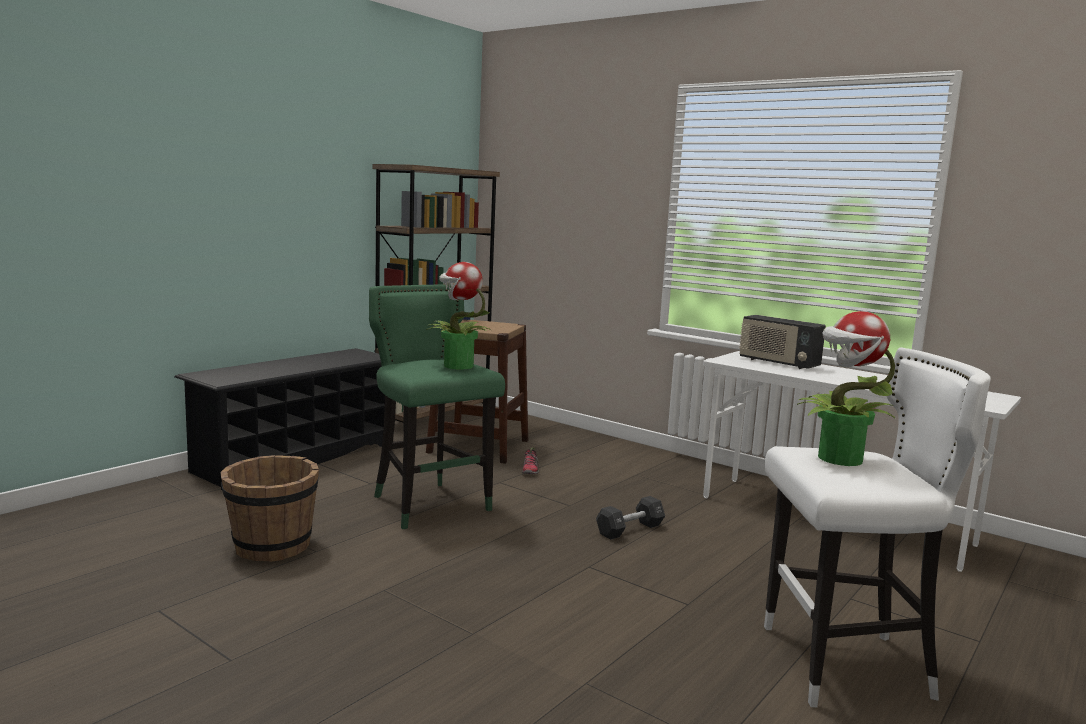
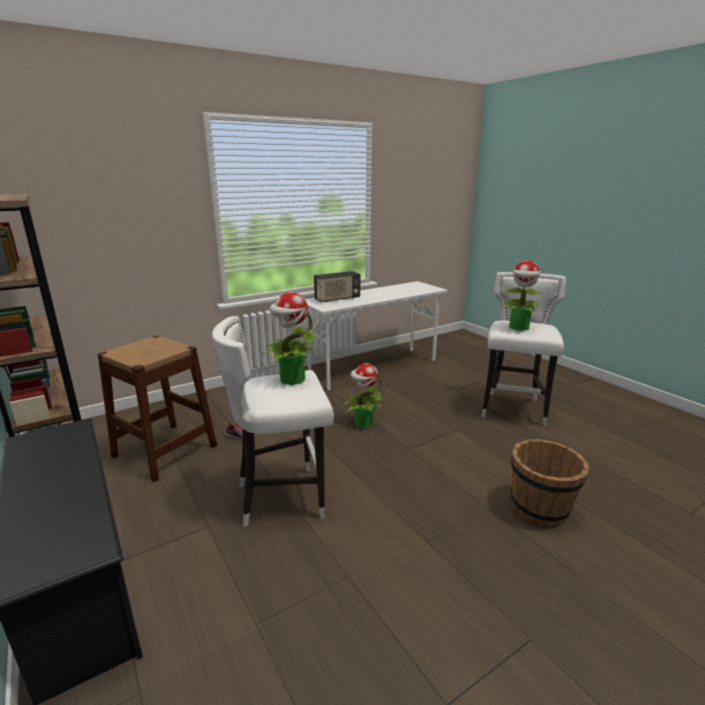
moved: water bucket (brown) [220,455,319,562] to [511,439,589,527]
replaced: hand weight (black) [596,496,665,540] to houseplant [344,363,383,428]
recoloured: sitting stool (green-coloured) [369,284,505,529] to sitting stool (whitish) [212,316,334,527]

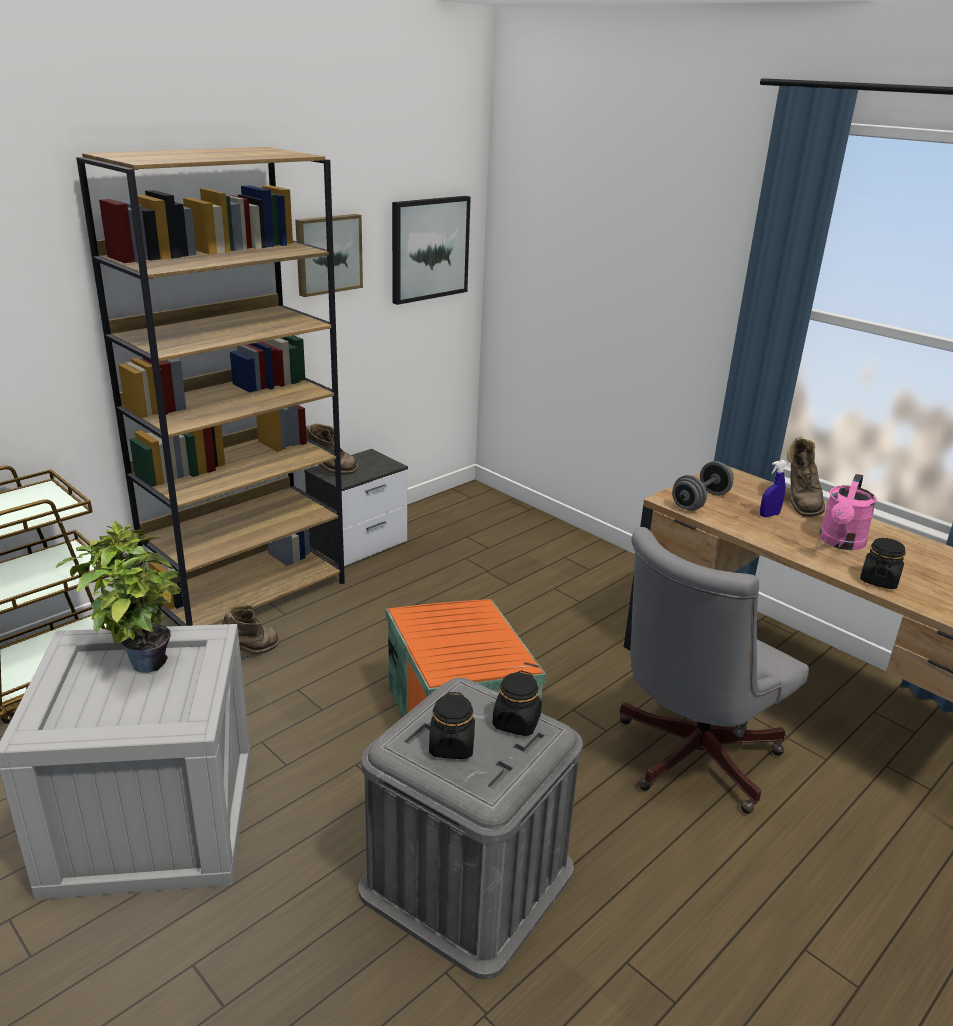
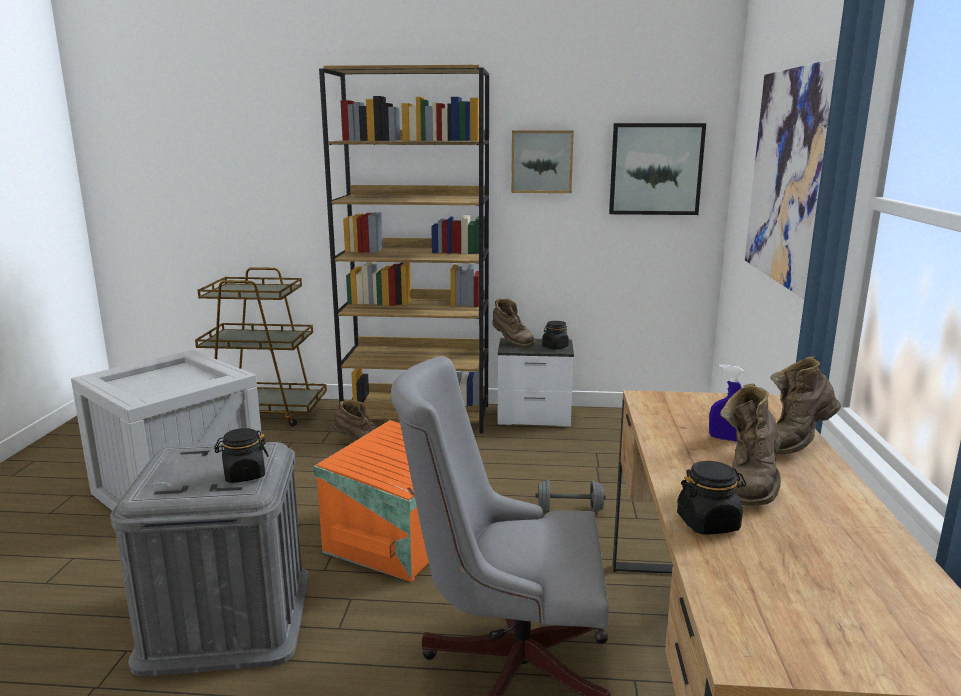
removed: houseplant [56,521,181,673]
added: wall picture [745,58,836,299]
moved: storage jar (black) [429,692,475,759] to [542,321,569,349]; hand weight (gray) [672,461,734,511] to [536,479,606,513]
replaced: watering pot (pinkish) [819,474,877,550] to high-top boot (brown) [720,383,782,506]

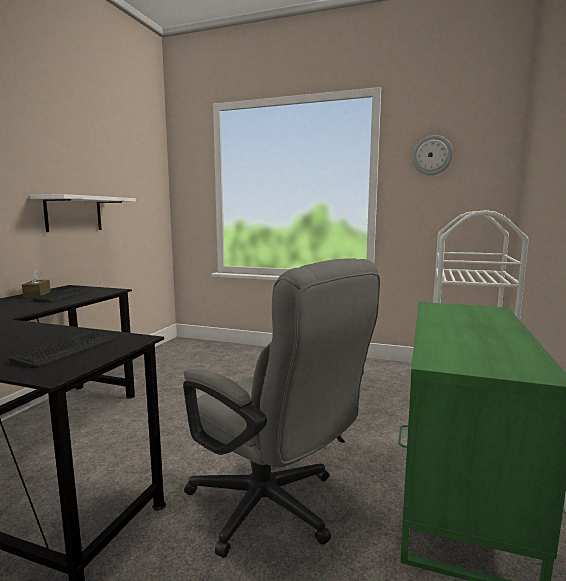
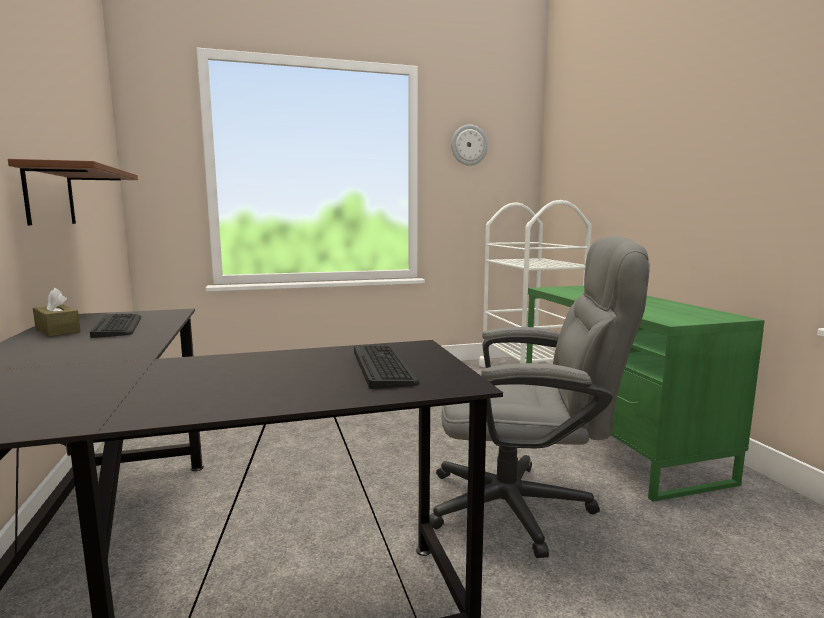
recoloured: bracket shelf (whitish) [30,194,136,232] to bracket shelf (brown) [8,159,138,225]

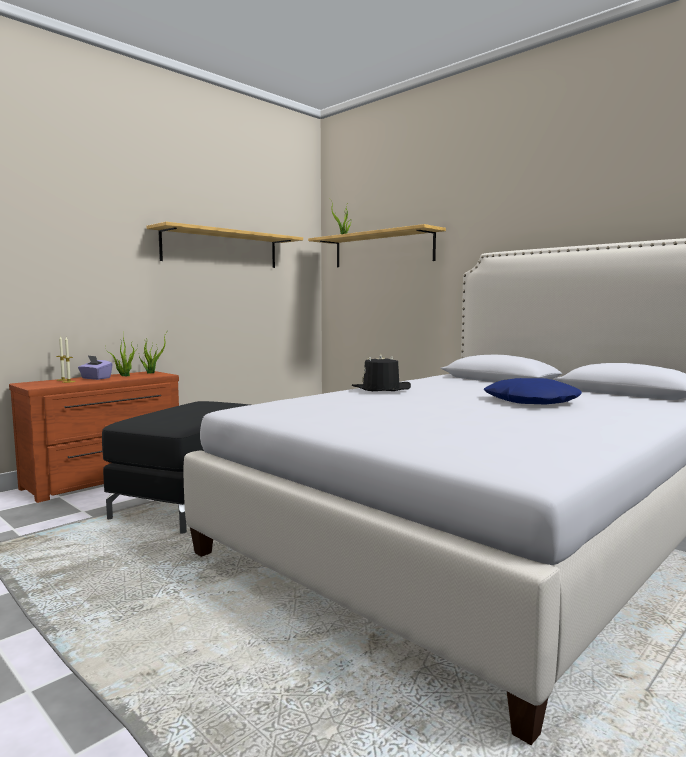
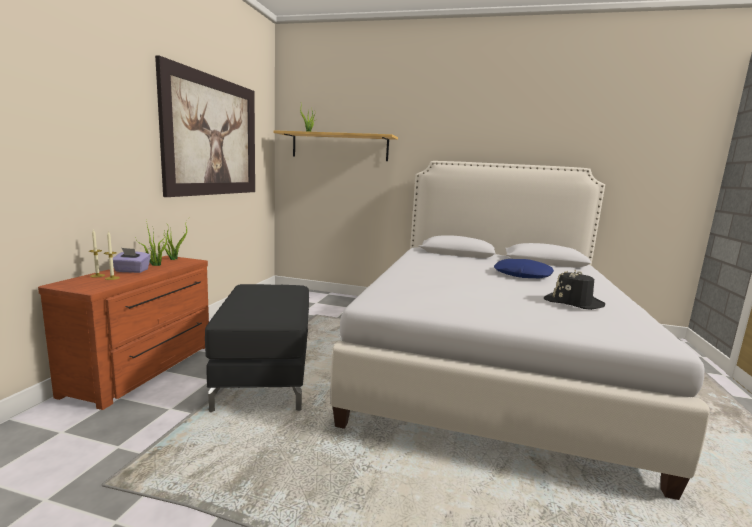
moved: clothing hat (black) [352,353,411,391] to [544,269,605,310]
replaced: bracket shelf [147,222,303,268] to wall picture [155,55,255,197]

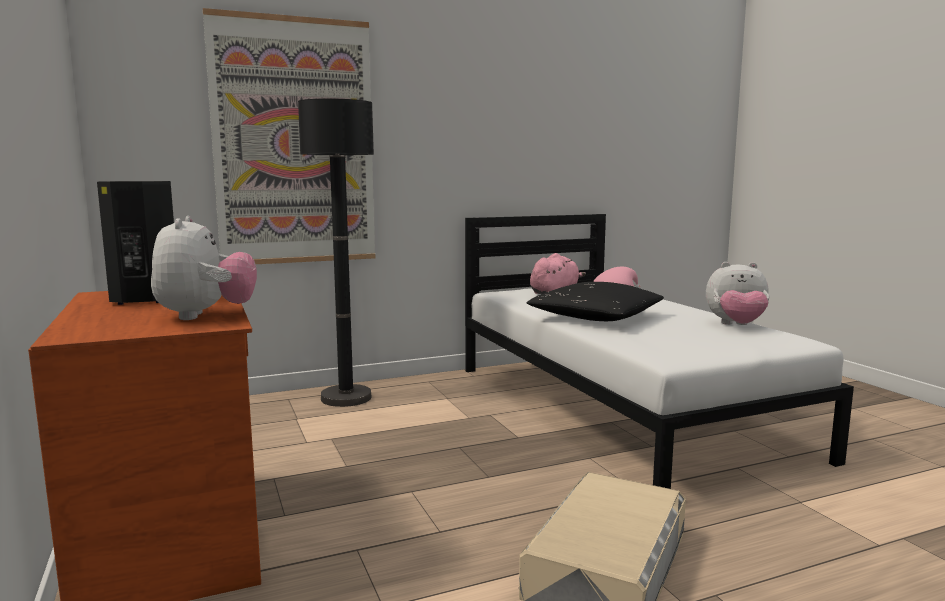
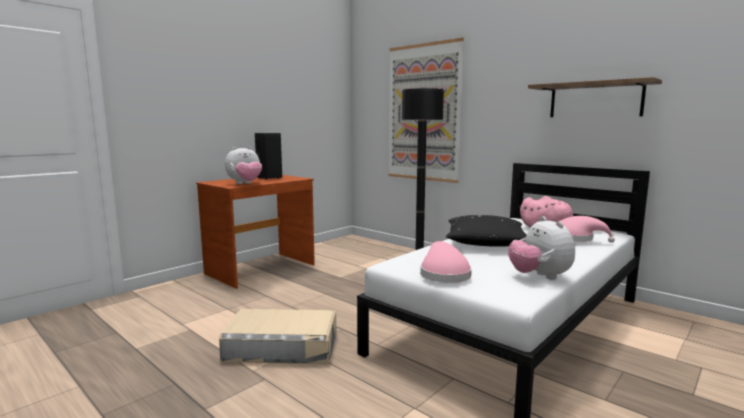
added: clothing hat (pinkish) [420,241,472,283]; bracket shelf [528,77,662,117]

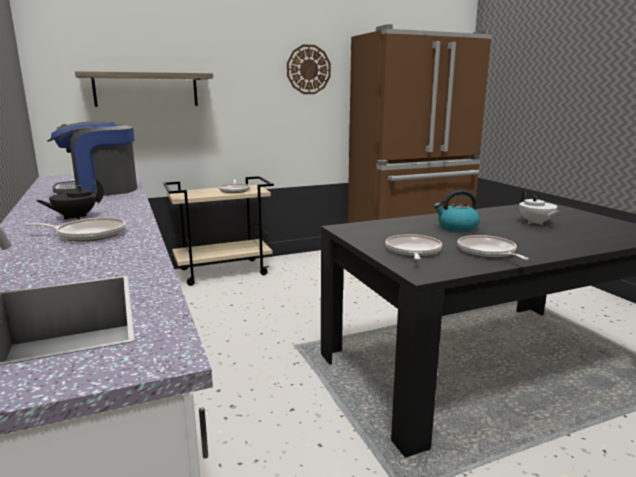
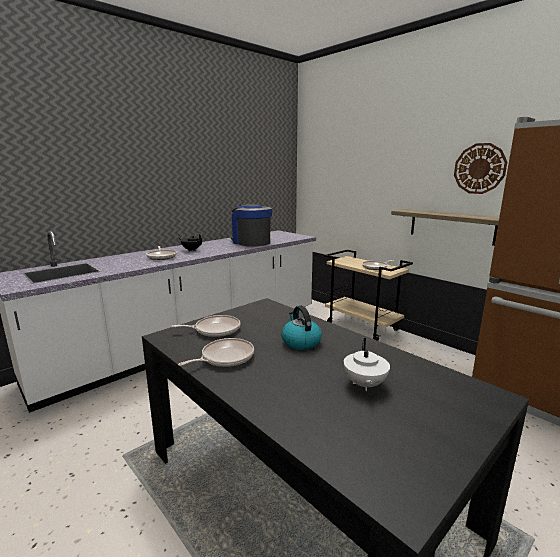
moved: bracket shelf [75,71,213,107] to [391,209,499,246]
turned: tea pot (whitish) [519,189,559,225] = [344,338,390,391] 45 degrees counterclockwise

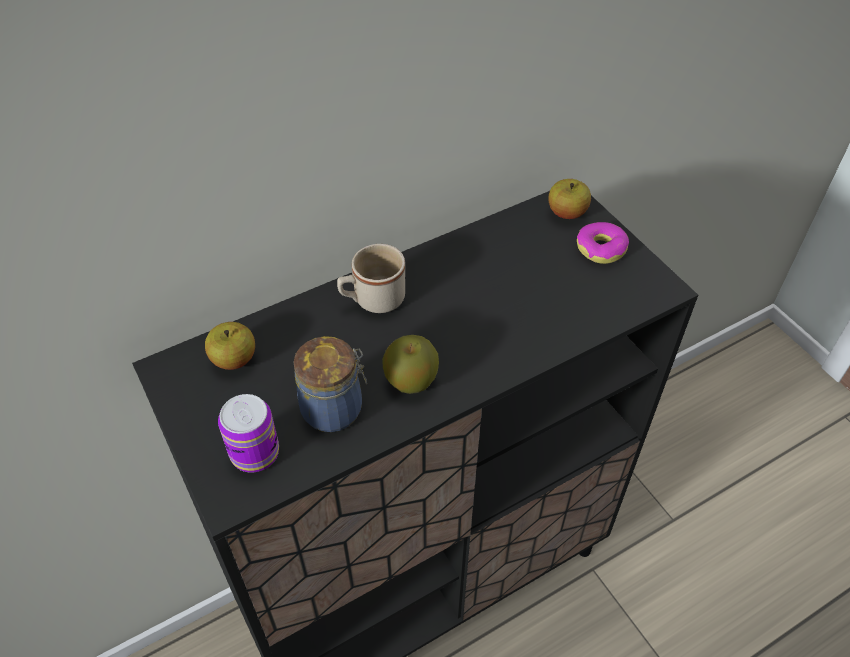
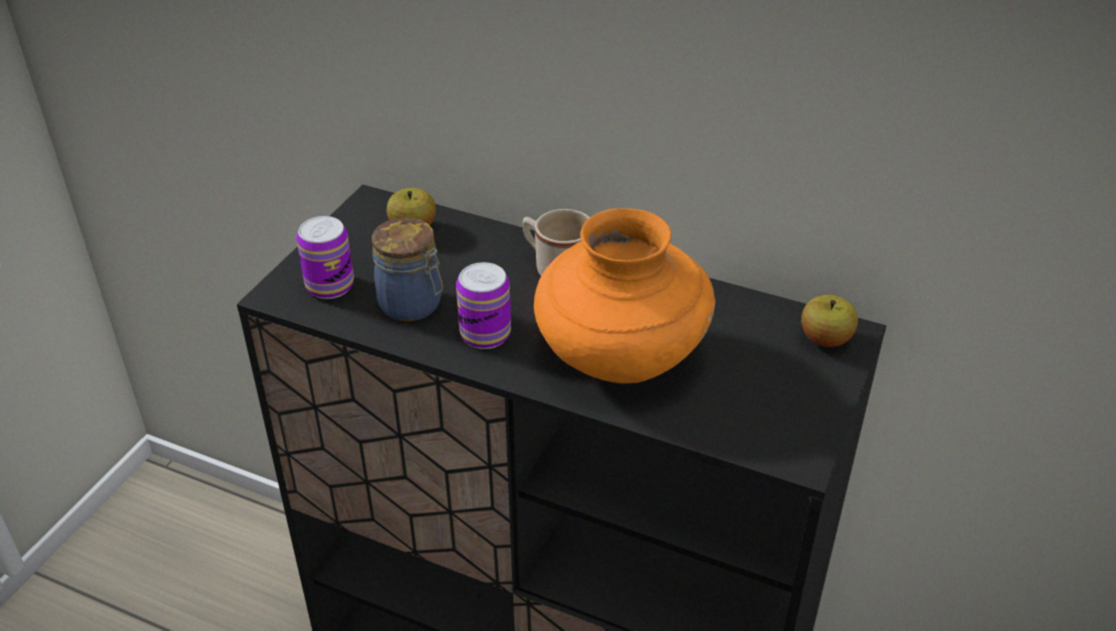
removed: donut [577,222,629,264]
added: decorative vase (orange) [534,208,715,384]
replaced: whole apple [382,335,439,394] to can [456,262,511,349]

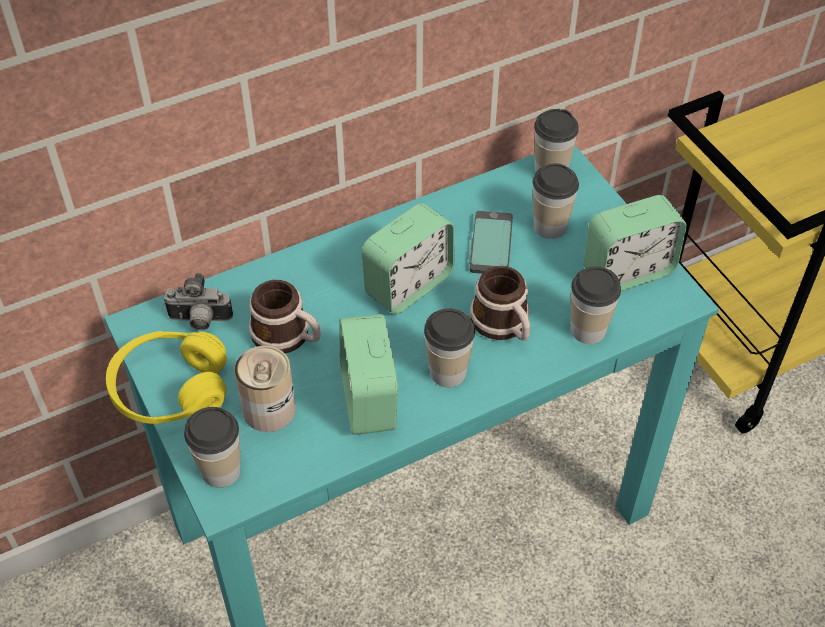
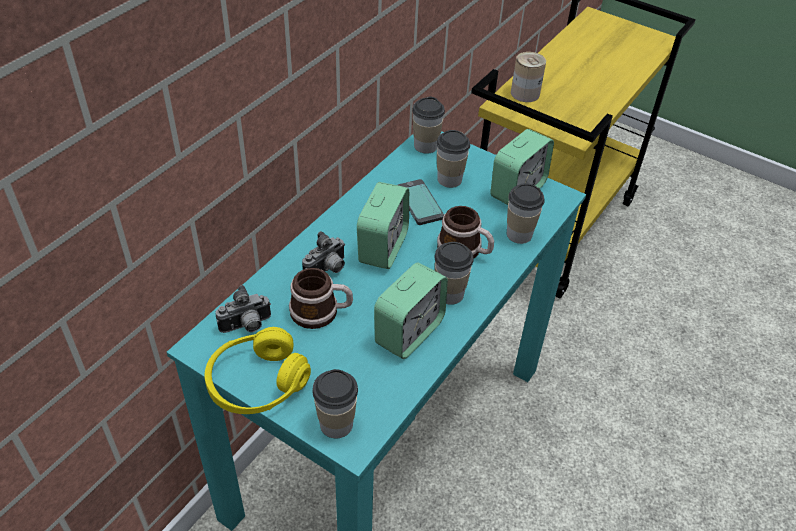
added: photo camera [302,231,345,273]
moved: can [234,346,296,432] to [511,52,546,102]
turned: bedside clock [339,314,398,435] = [374,263,448,359] 105 degrees counterclockwise

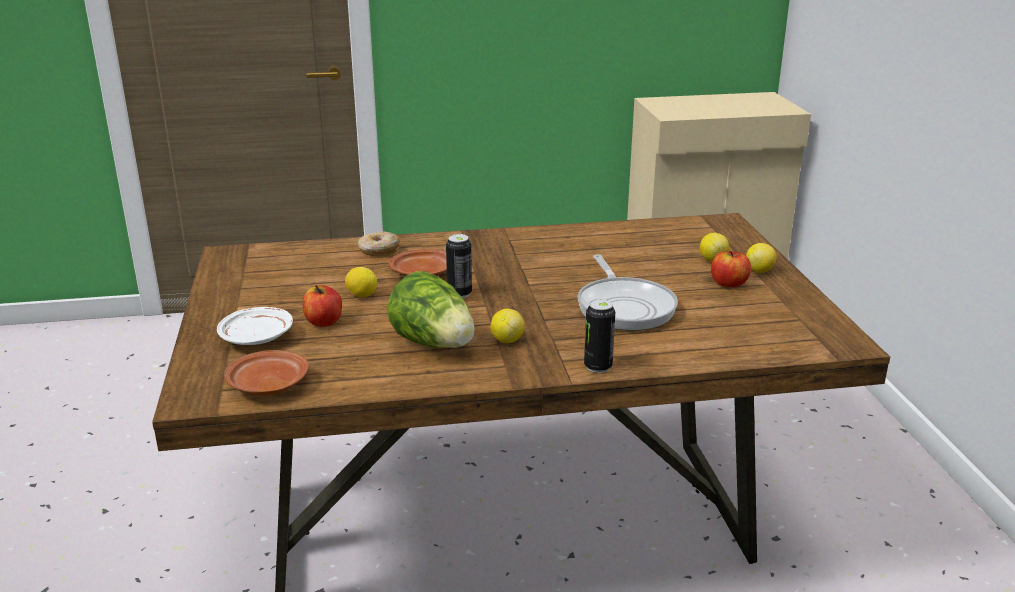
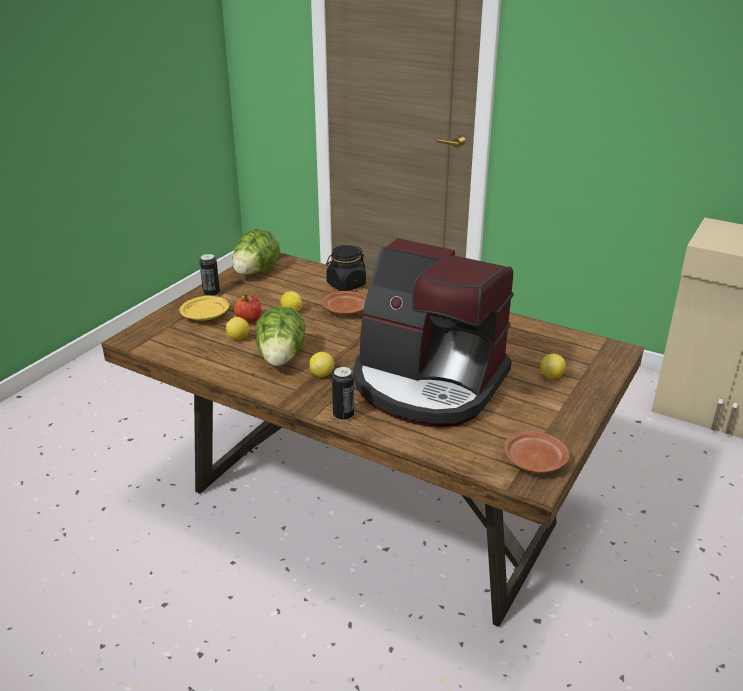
removed: whole apple [711,251,751,288]
added: lettuce head [232,229,280,275]
moved: flat dish (brown) [224,350,309,396] to [504,431,570,473]; can [446,234,472,298] to [199,254,220,296]; whole lemon [746,243,777,273] to [226,317,249,340]
replaced: donut [358,231,400,257] to storage jar (black) [326,245,366,291]; frying pan [578,254,678,331] to coffee brewer [353,238,514,428]
recoloured: flat dish (whitish) [217,307,293,345] to flat dish (yellow-coloured) [179,295,229,321]

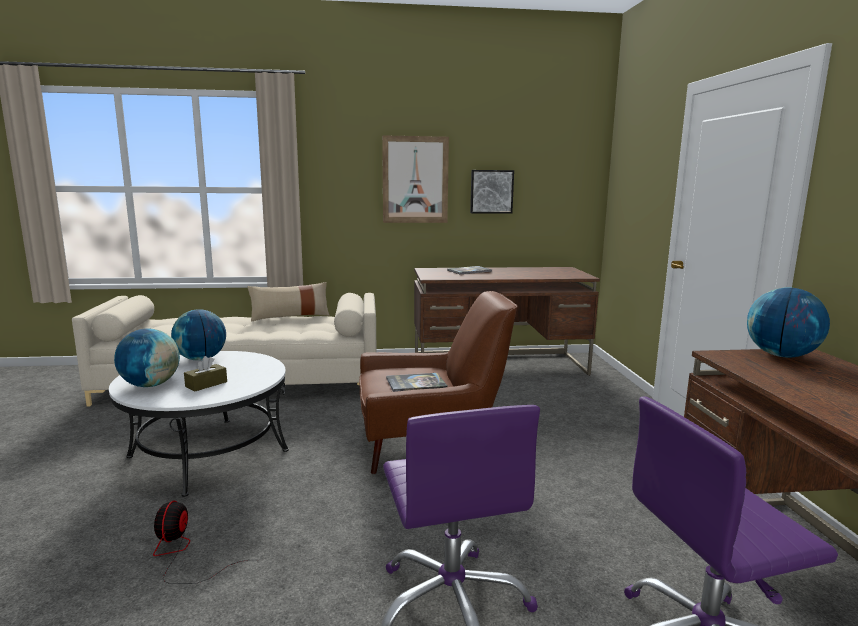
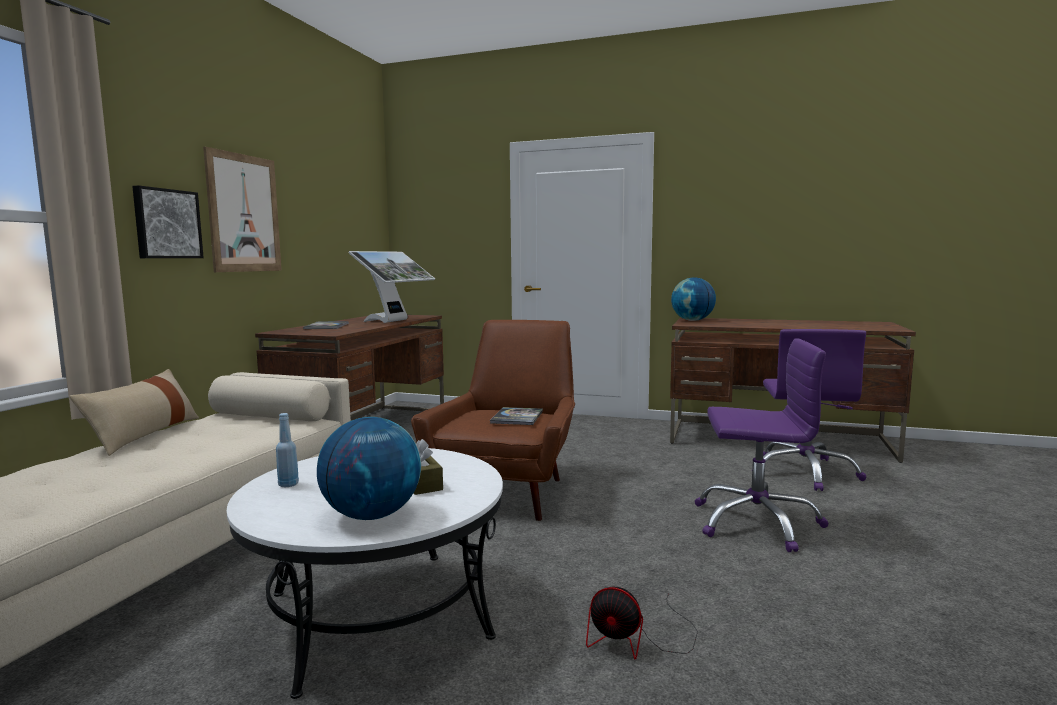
added: computer display [349,251,435,323]
moved: wall picture [470,170,514,214] to [132,185,204,258]
replaced: desk globe [171,309,226,361] to bottle (blue-coloured) [276,413,299,487]

